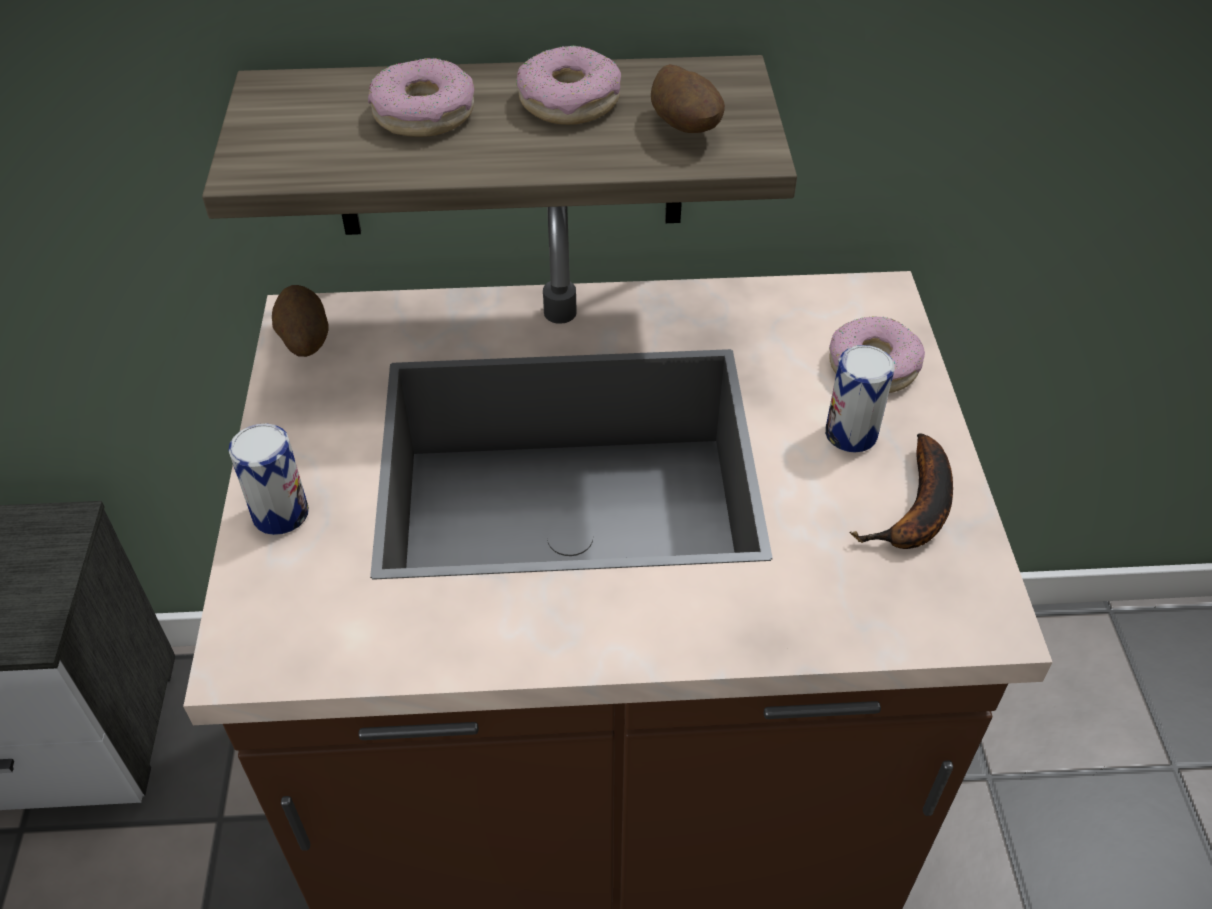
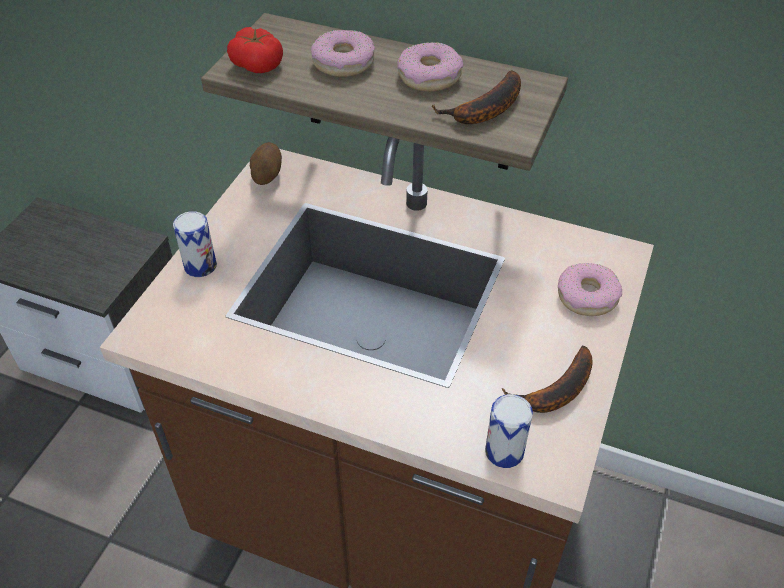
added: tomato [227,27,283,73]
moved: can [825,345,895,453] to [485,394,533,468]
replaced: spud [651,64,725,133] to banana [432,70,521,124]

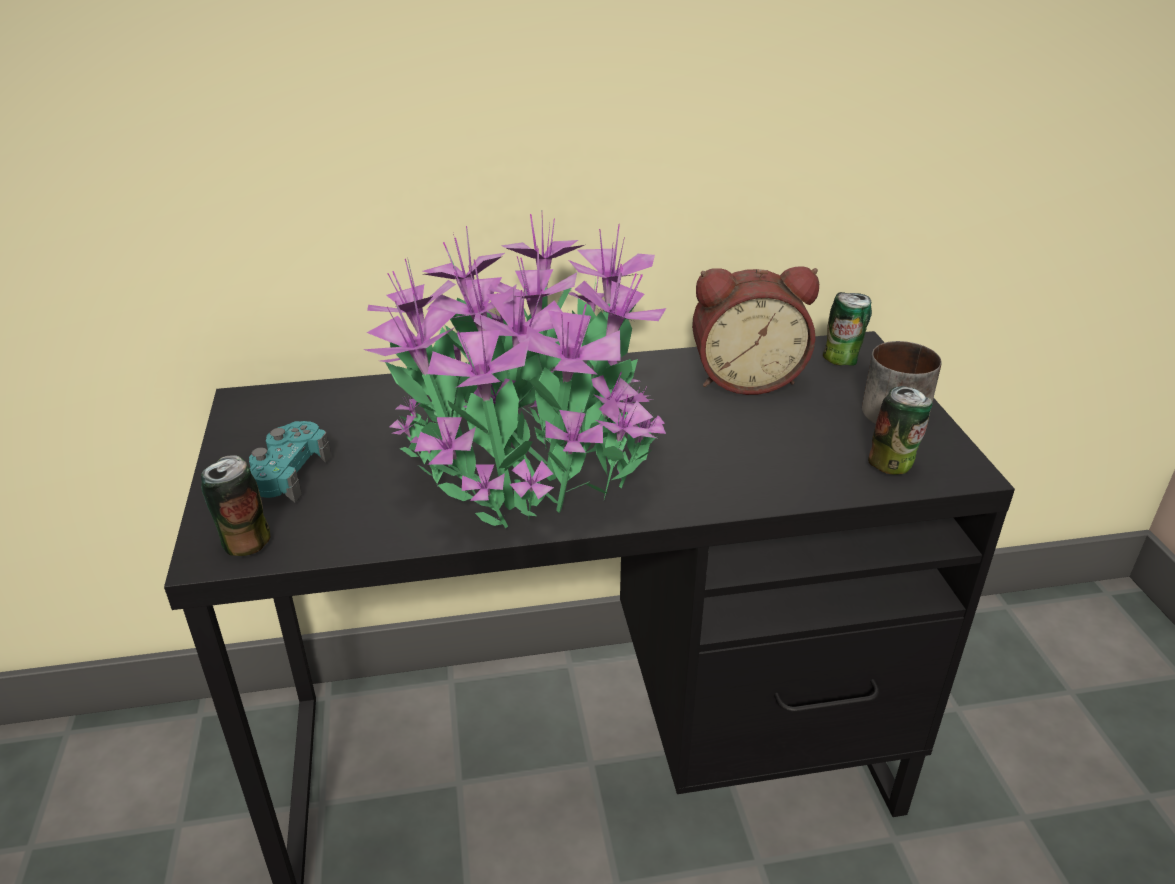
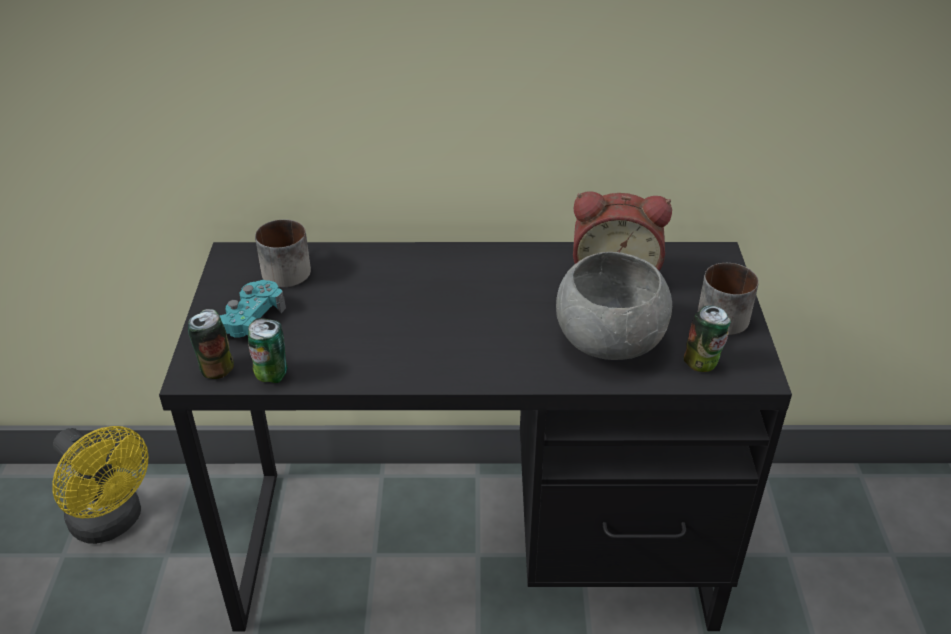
removed: houseplant [363,214,666,528]
added: fan (yellow-coloured) [52,426,148,544]; mug [255,219,311,287]; serving bowl (gray) [556,252,672,360]
moved: can [823,292,872,366] to [248,318,287,383]

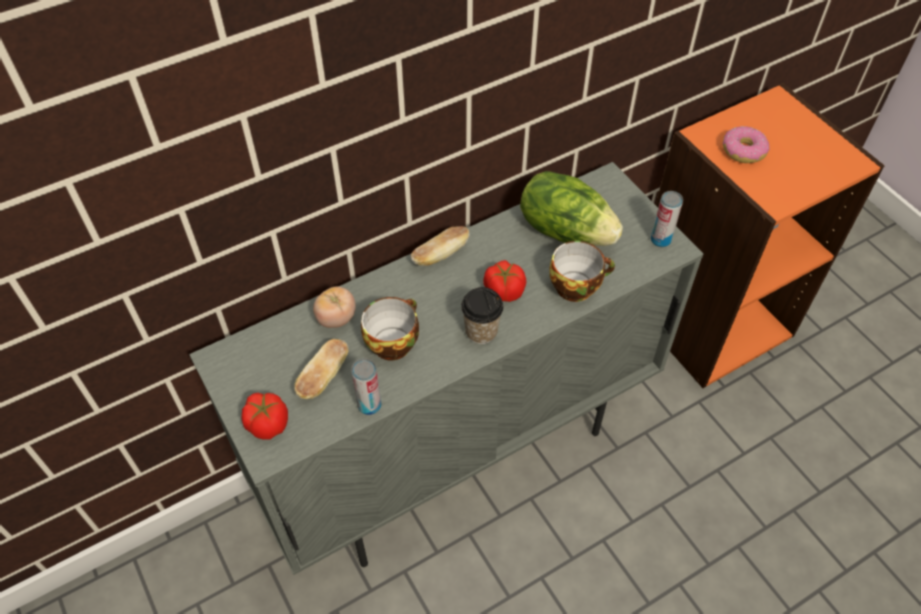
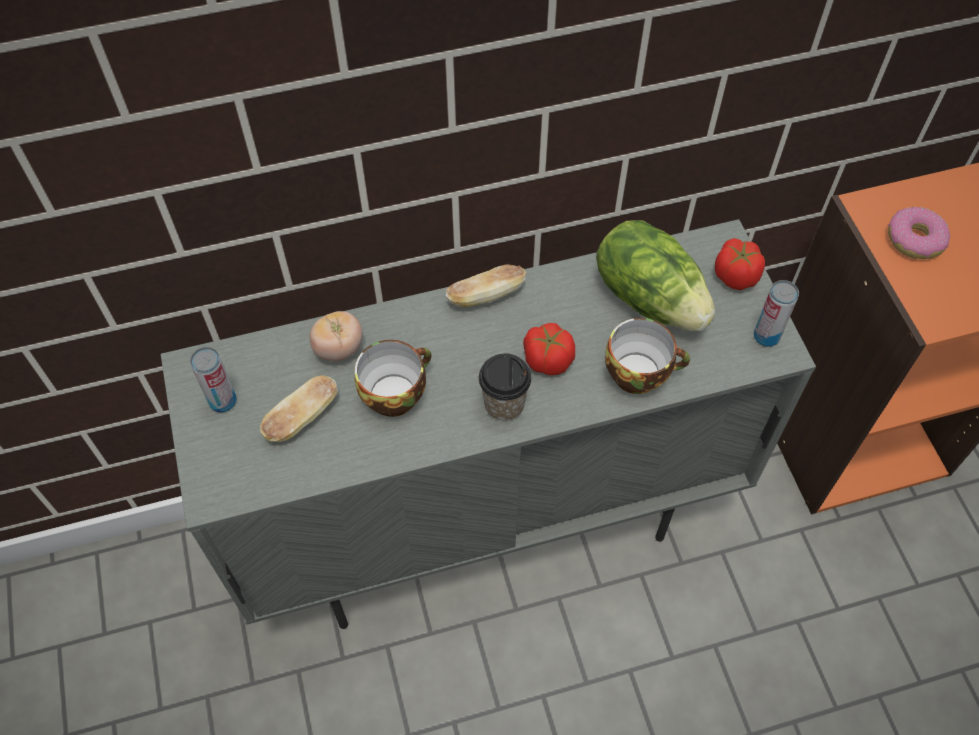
moved: tomato [241,393,288,440] to [715,238,765,290]; can [351,358,381,415] to [190,347,236,412]

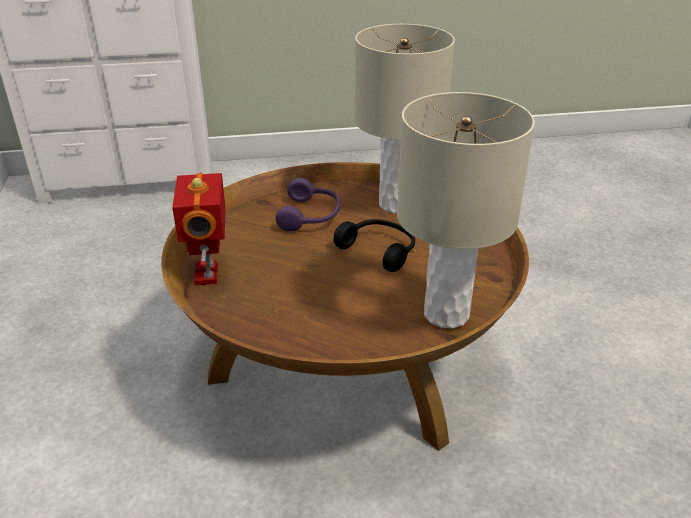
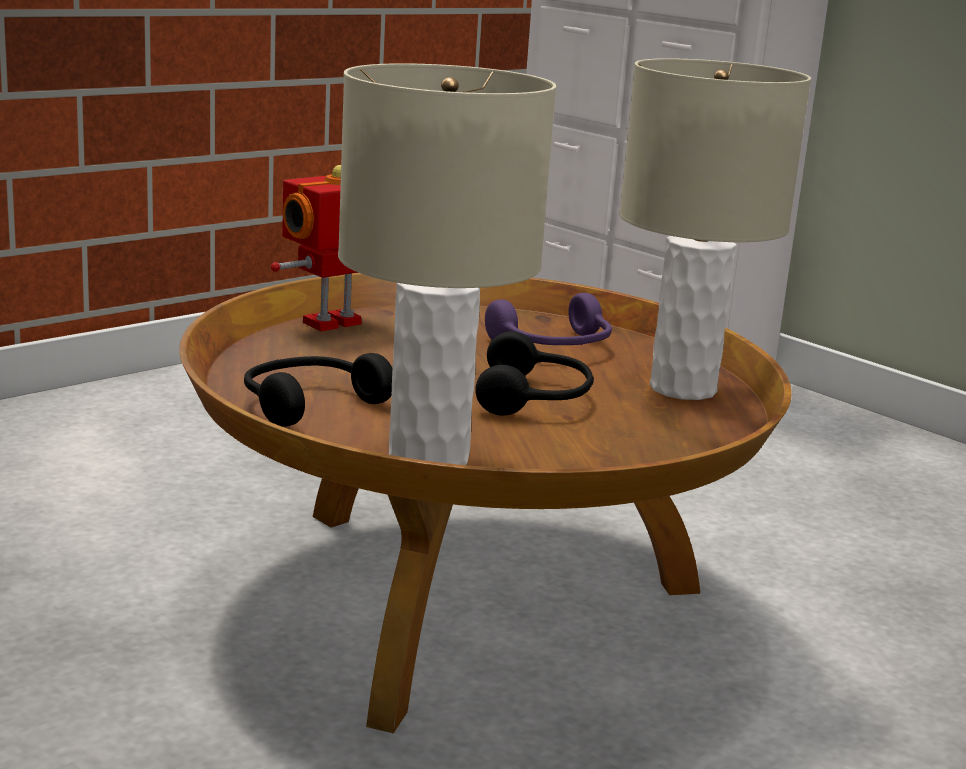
added: pair of headphones (black) [244,353,392,427]

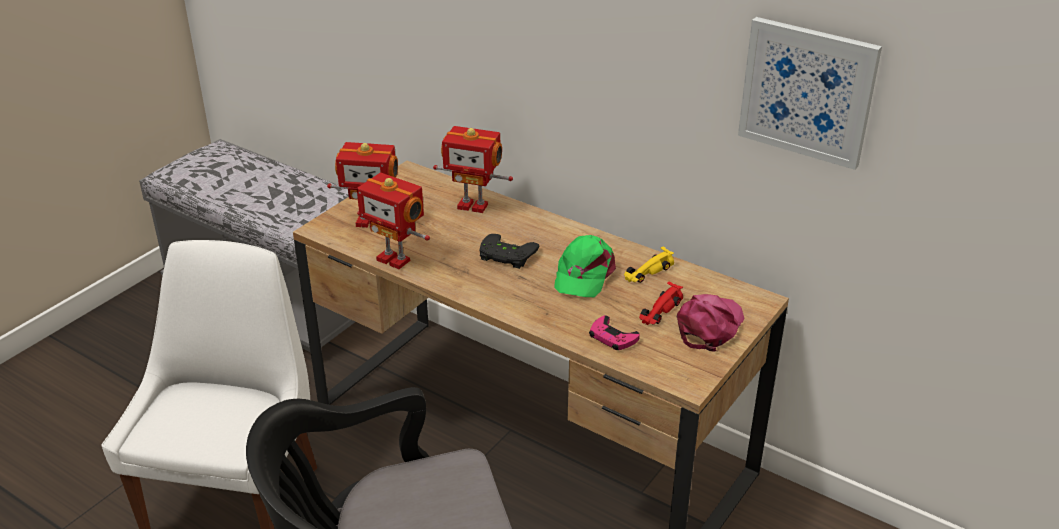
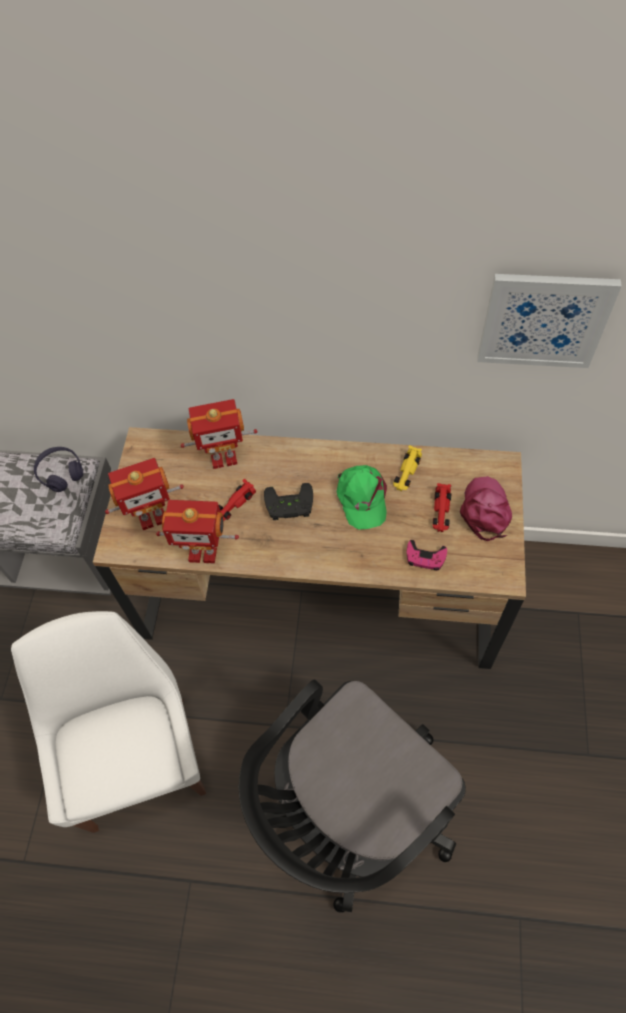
added: pair of headphones (purplish) [34,447,83,492]; miniature car (red-coloured) [219,479,256,521]

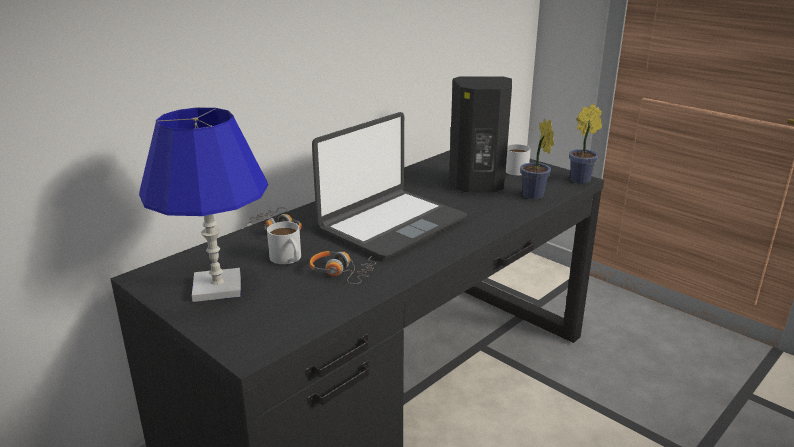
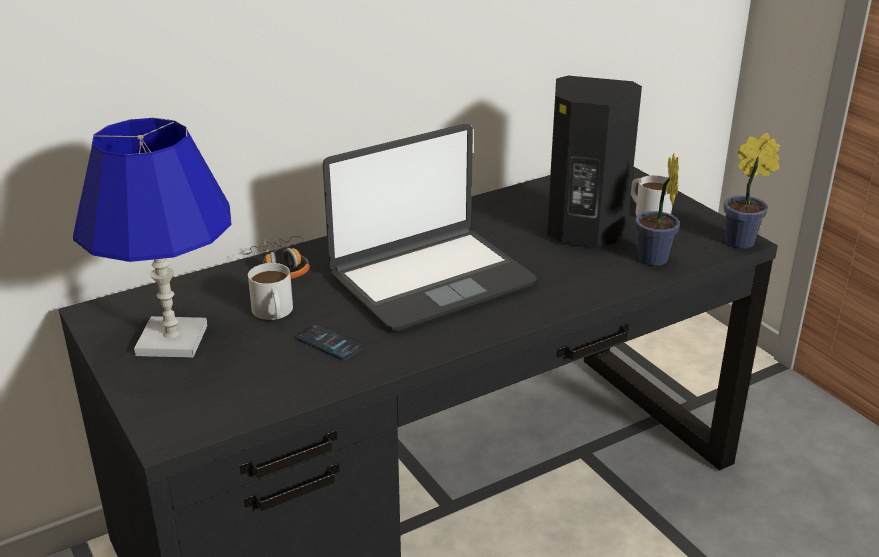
replaced: pair of headphones [310,251,376,284] to handset [296,324,364,360]

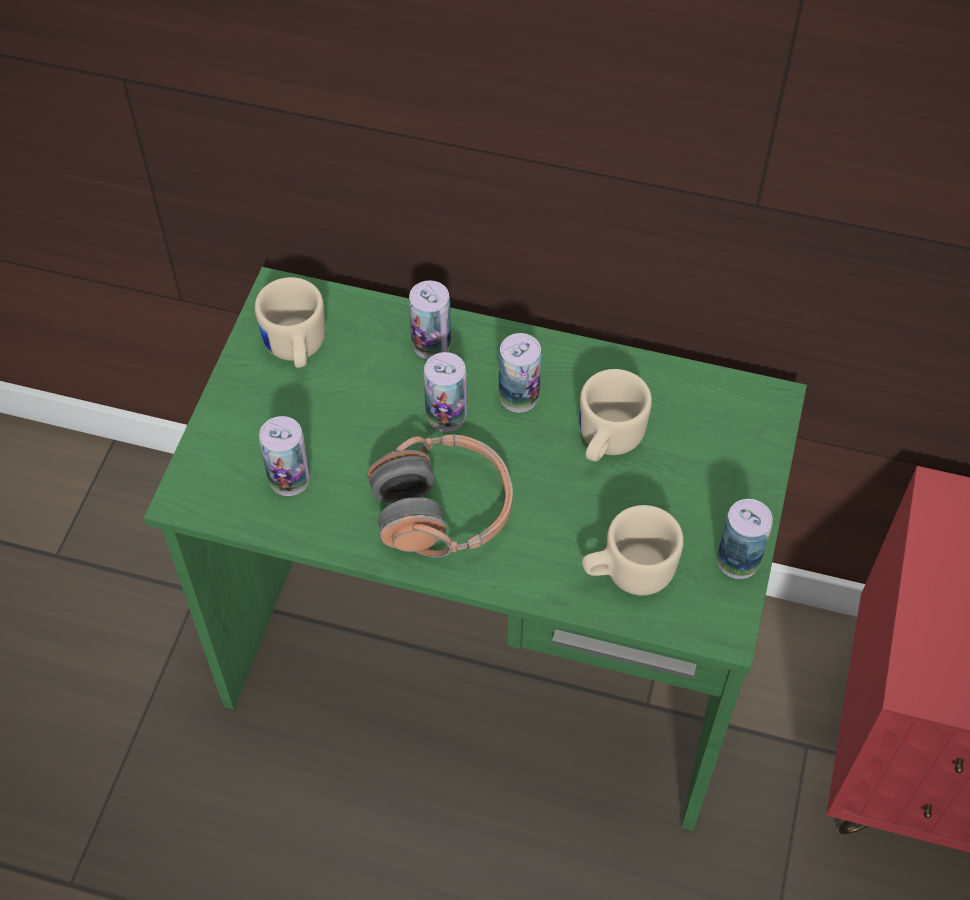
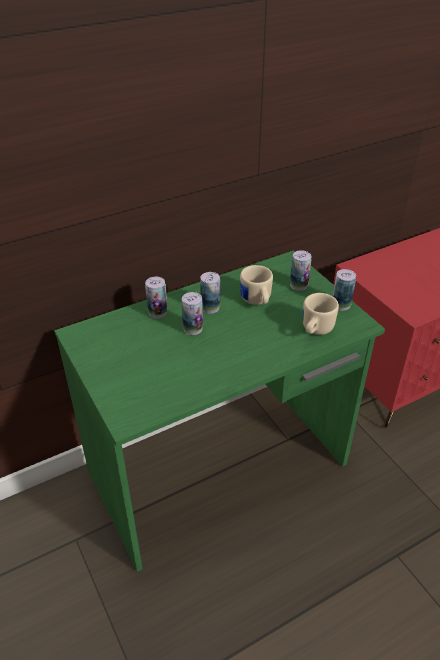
removed: mug (sand-coloured) [255,277,325,368]; pair of headphones [367,434,513,558]
moved: can [259,416,310,496] to [290,250,311,291]

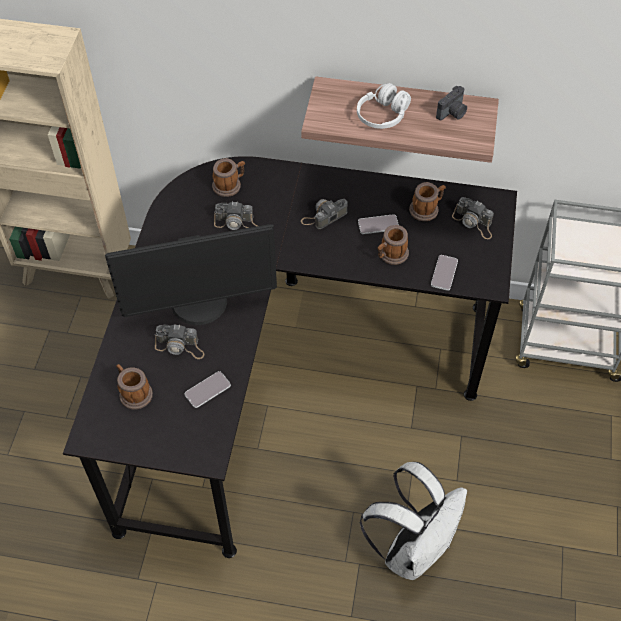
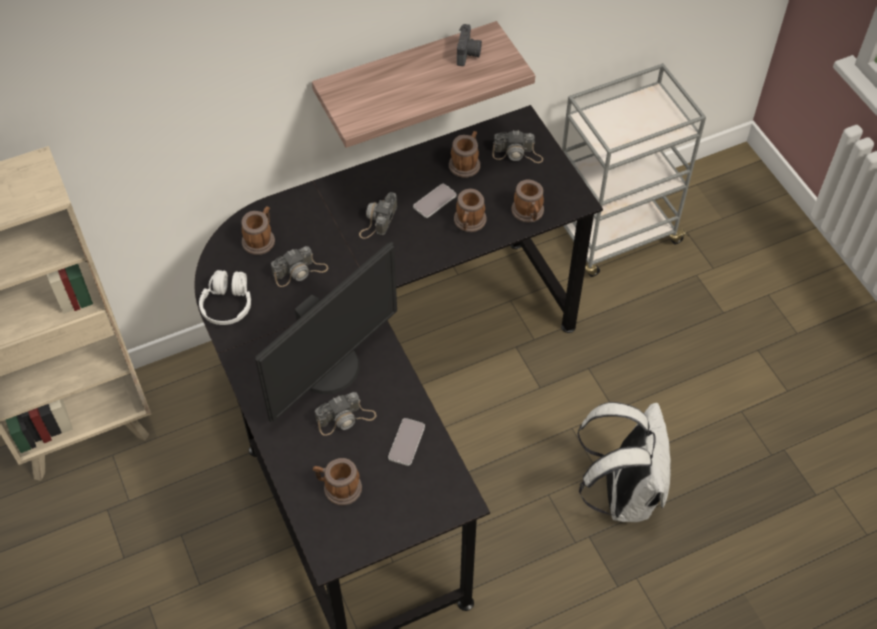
moved: pair of headphones (whitish) [357,83,411,129] to [199,270,251,325]
replaced: handset [431,255,458,291] to mug [511,180,544,223]

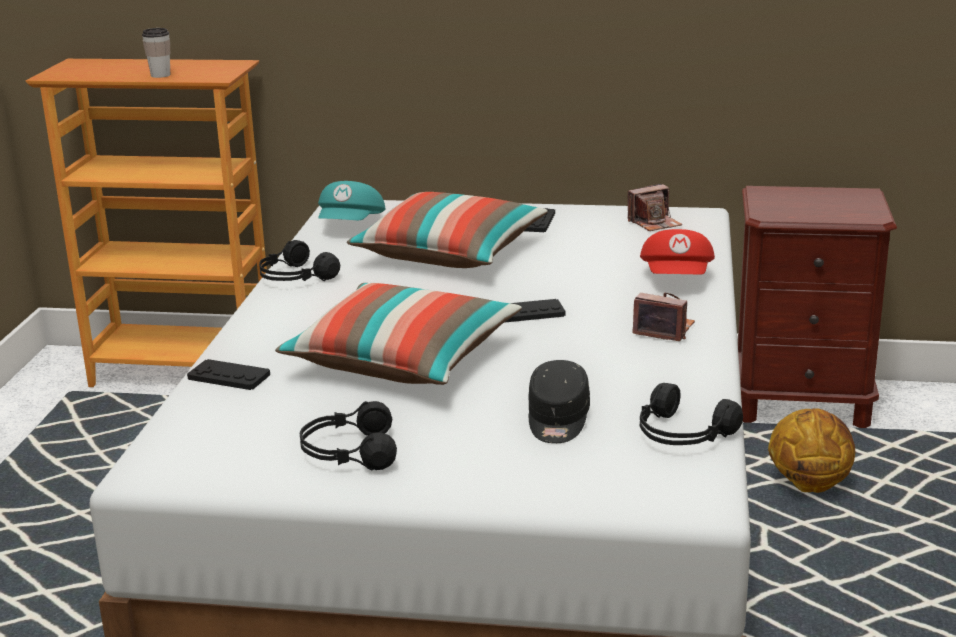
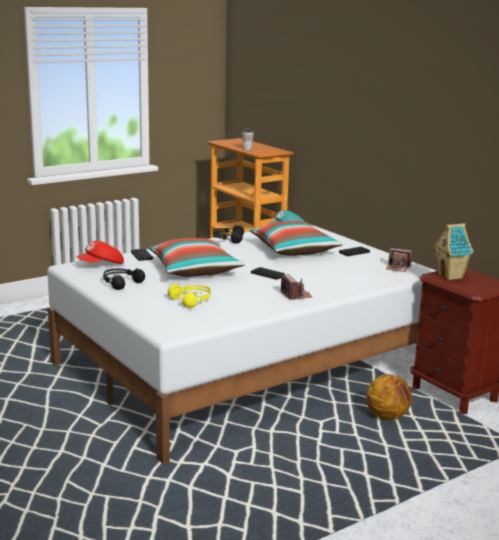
removed: pair of headphones (black) [640,383,743,445]
added: miniature house [433,223,474,280]
moved: cap (red-coloured) [640,229,715,275] to [76,241,124,264]
replaced: cap (black) [528,360,590,443] to pair of headphones (yellow-coloured) [168,284,211,308]

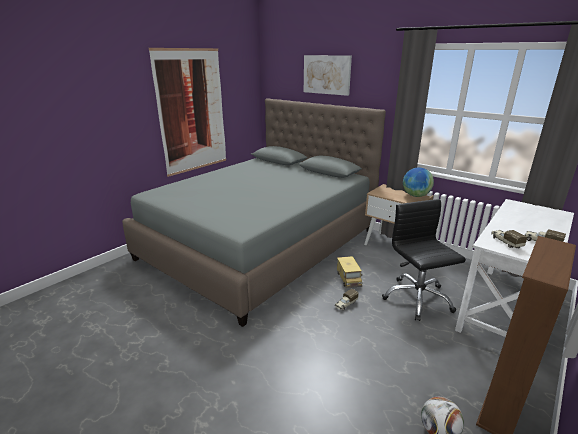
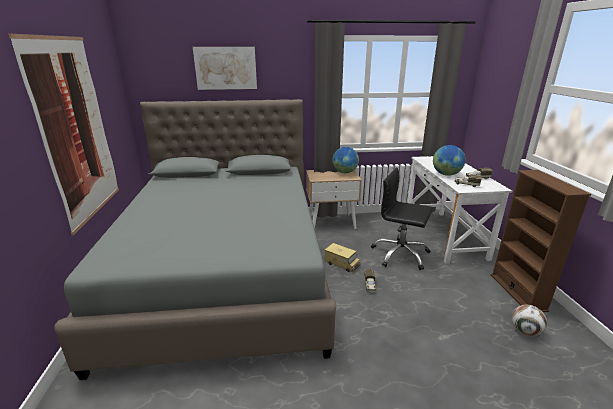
added: desk globe [433,145,466,176]

